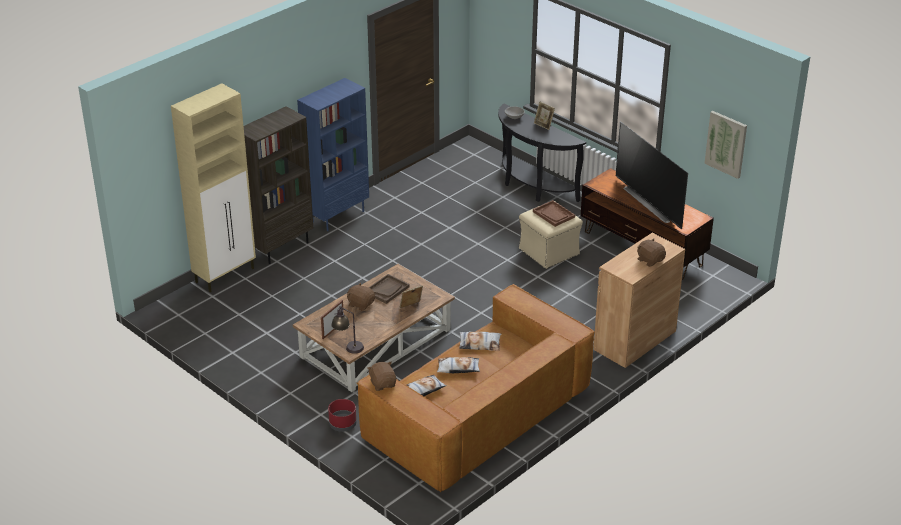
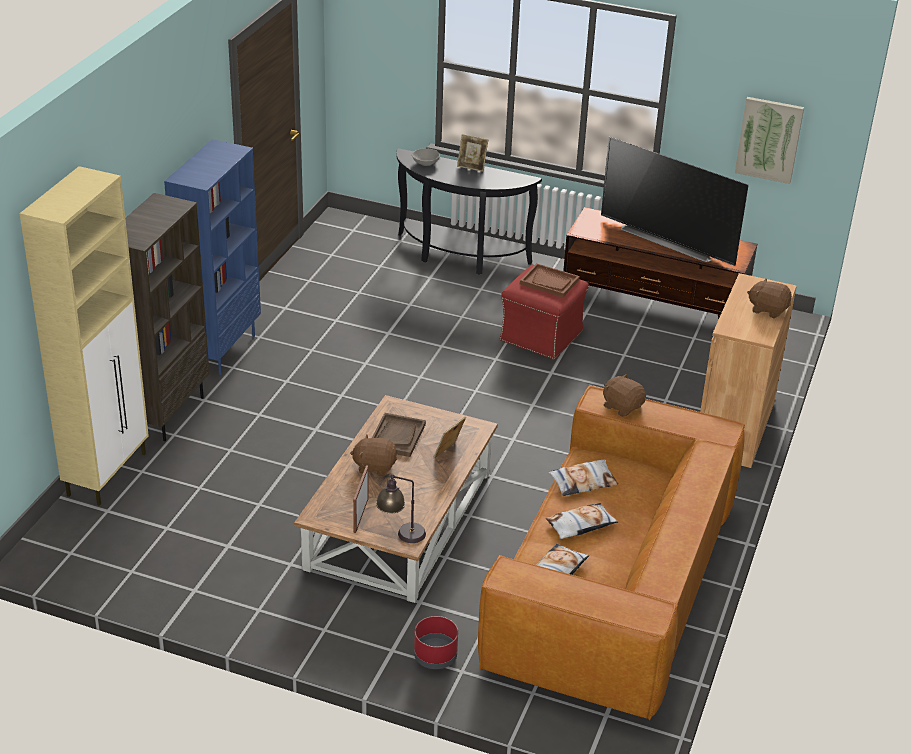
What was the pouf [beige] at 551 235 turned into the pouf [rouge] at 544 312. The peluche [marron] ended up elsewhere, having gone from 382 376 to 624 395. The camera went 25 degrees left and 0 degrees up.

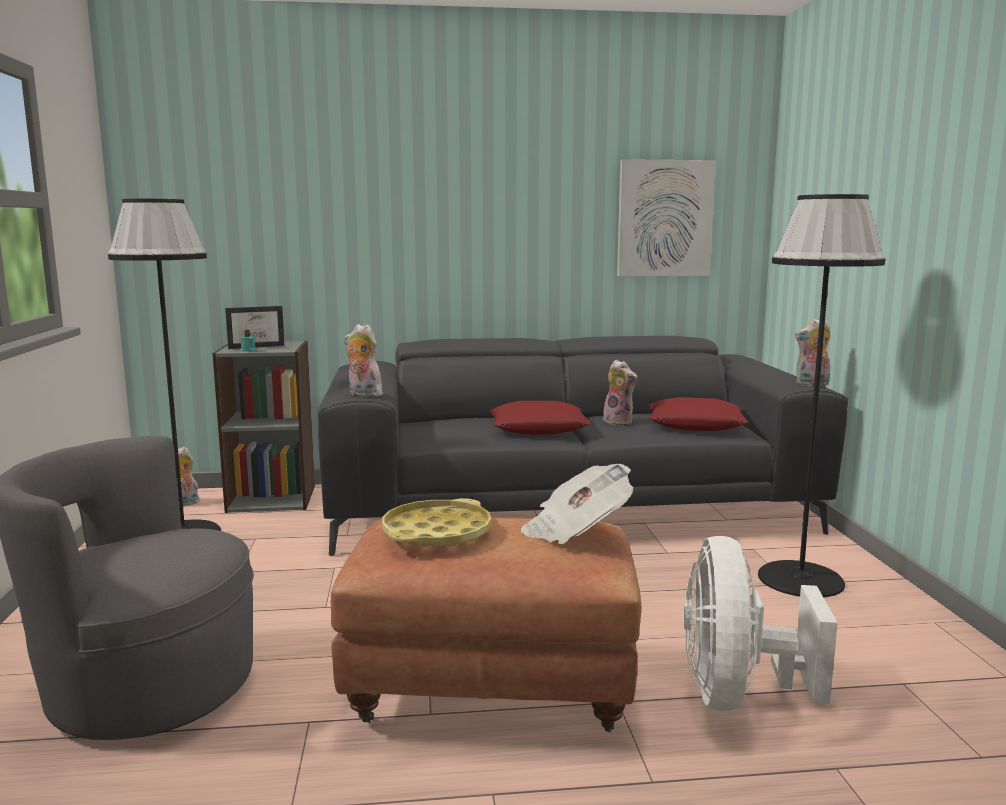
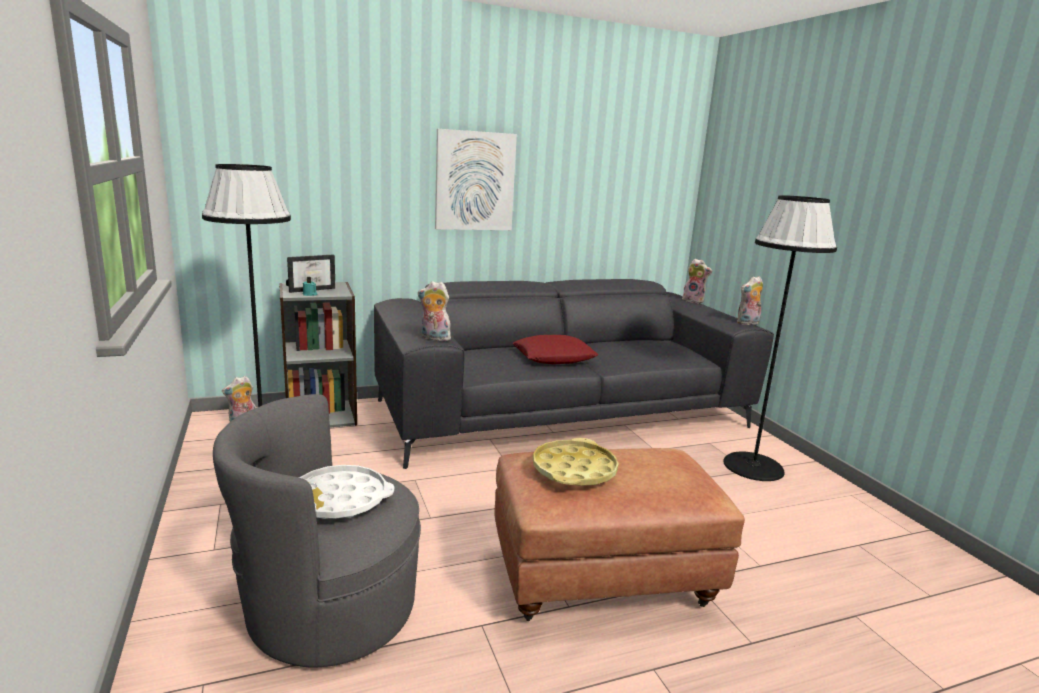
The tableau ended up elsewhere, having gone from 666 217 to 476 179. The peluche ended up elsewhere, having gone from 620 393 to 697 280. The second view lost the coussin [rouge] at 698 414. The second view lost the journal at 577 504. The second view lost the ventilateur [blanc] at 760 623. The second view gained the plateau [blanc] at 346 492. The camera went 15 degrees left and 5 degrees up.

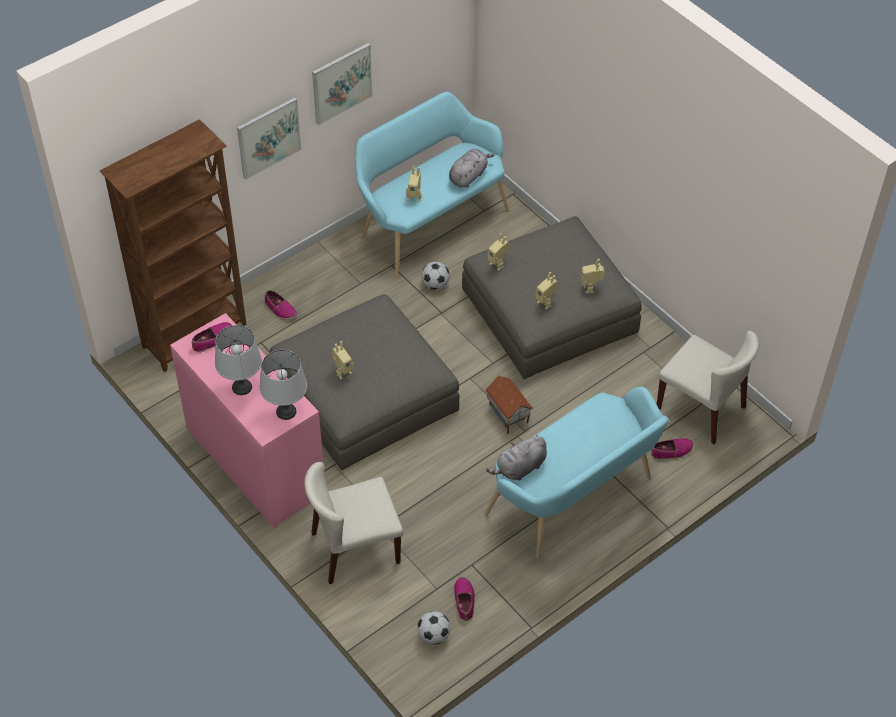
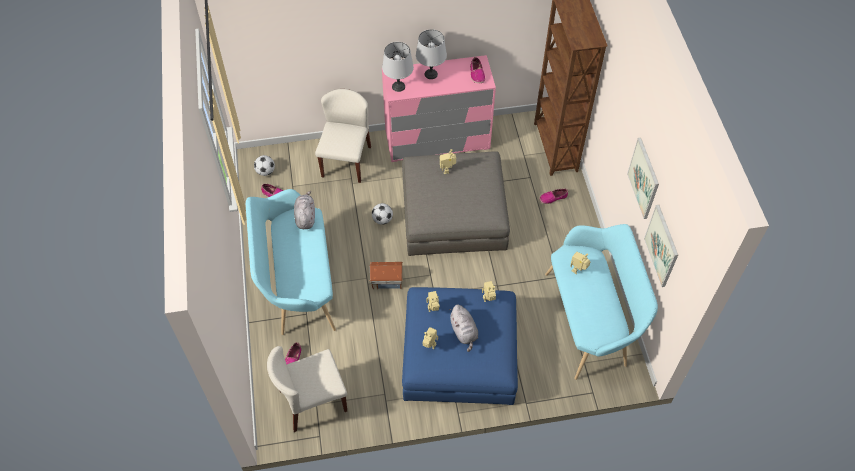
The tableau ended up elsewhere, having gone from 269 138 to 661 246. The peluche [gris] ended up elsewhere, having gone from 472 168 to 463 328. What was the pouf [gris] at 552 297 turned into the pouf [bleu] at 460 346. The ballon de foot ended up elsewhere, having gone from 435 276 to 382 214. The camera went 120 degrees right and 5 degrees up.

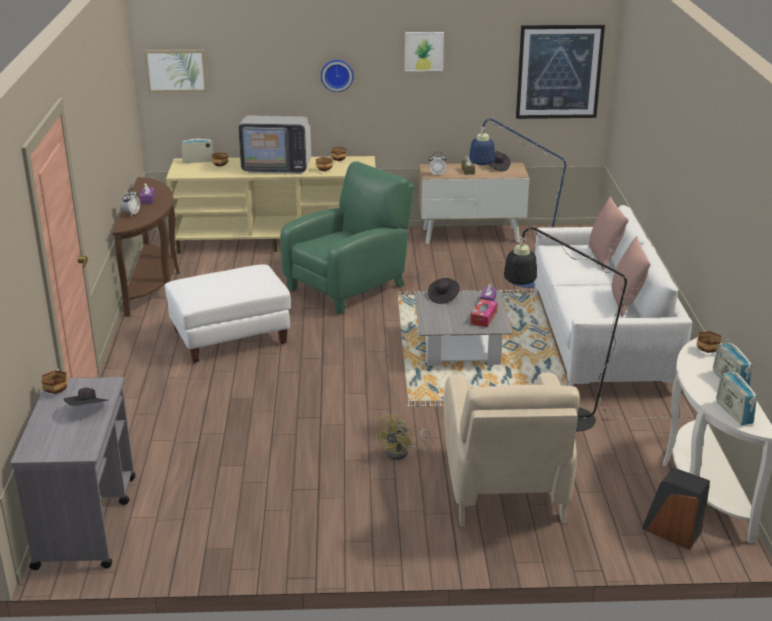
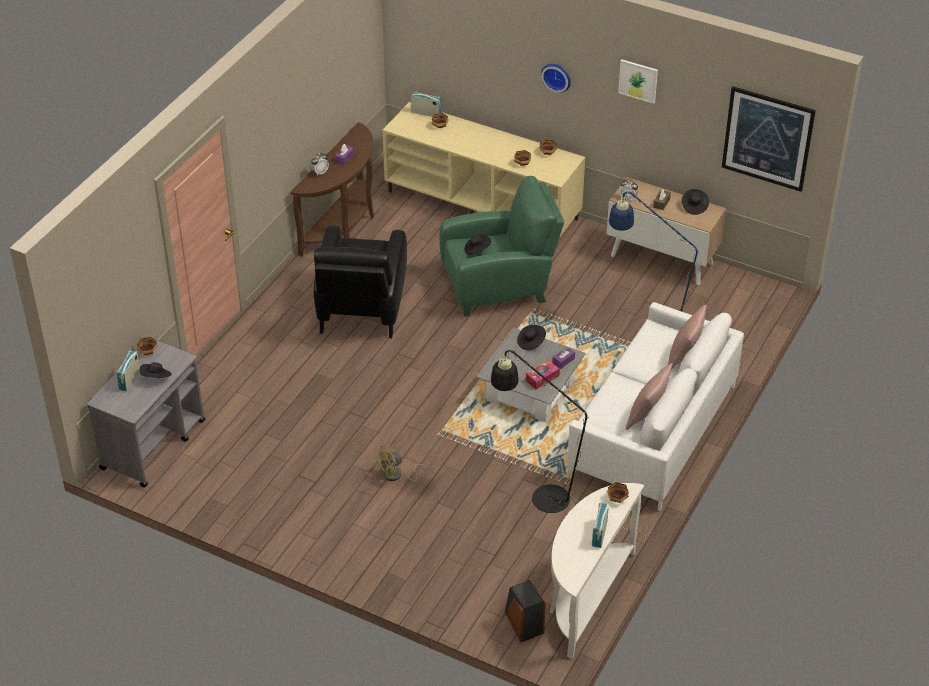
The second view lost the tableau at 176 71. The second view lost the téléviseur at 274 144. Where the pouf [blanc] stood at 228 313, the fauteuil [noir] came to stand at 360 282. The radio ended up elsewhere, having gone from 736 397 to 128 370. The second view lost the fauteuil [beige] at 512 449. The second view gained the chapeau [noir] at 478 244. The camera went 30 degrees right and 15 degrees up.

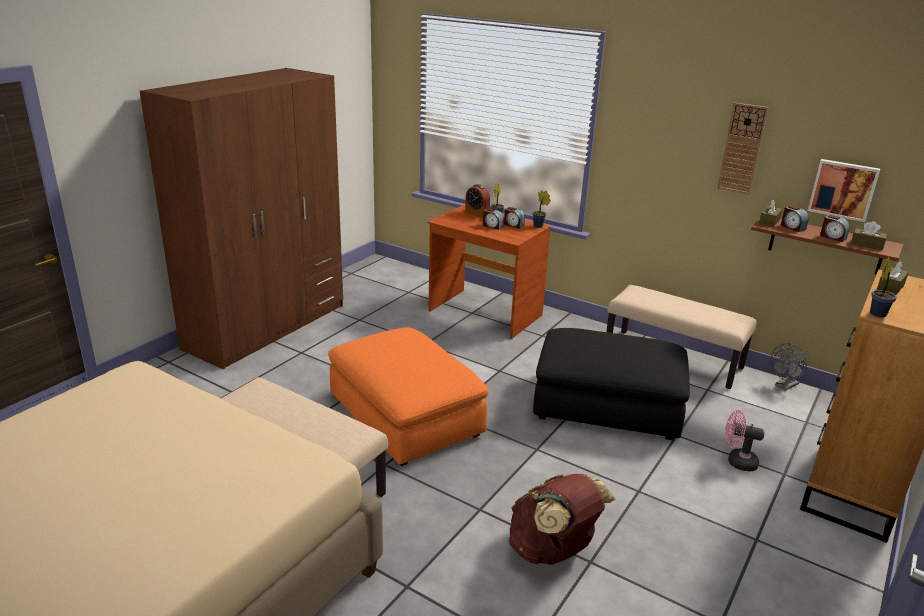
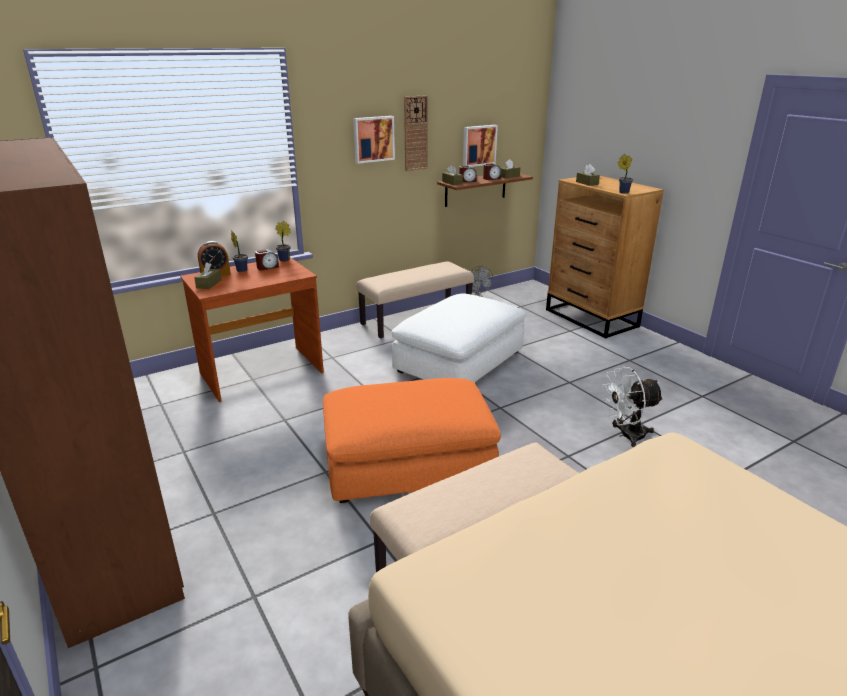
The second view lost the réveil at 493 219. What was the pouf [noir] at 611 384 turned into the pouf [blanc] at 458 337. The second view lost the ventilateur [rose] at 745 440. Where the sac à dos [marron] stood at 562 519, the ventilateur [blanc] came to stand at 633 407. The second view gained the tableau at 374 140. The second view gained the boîte à mouchoirs [marron] at 208 276. The camera went 65 degrees left and 0 degrees up.

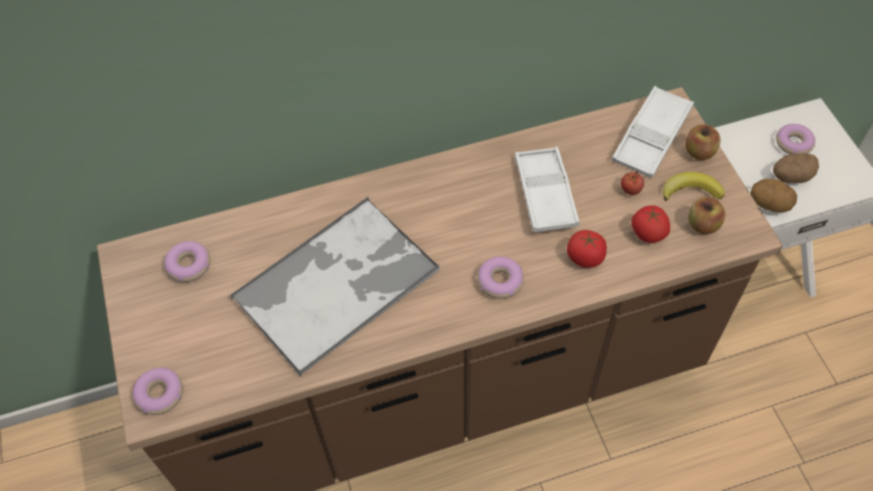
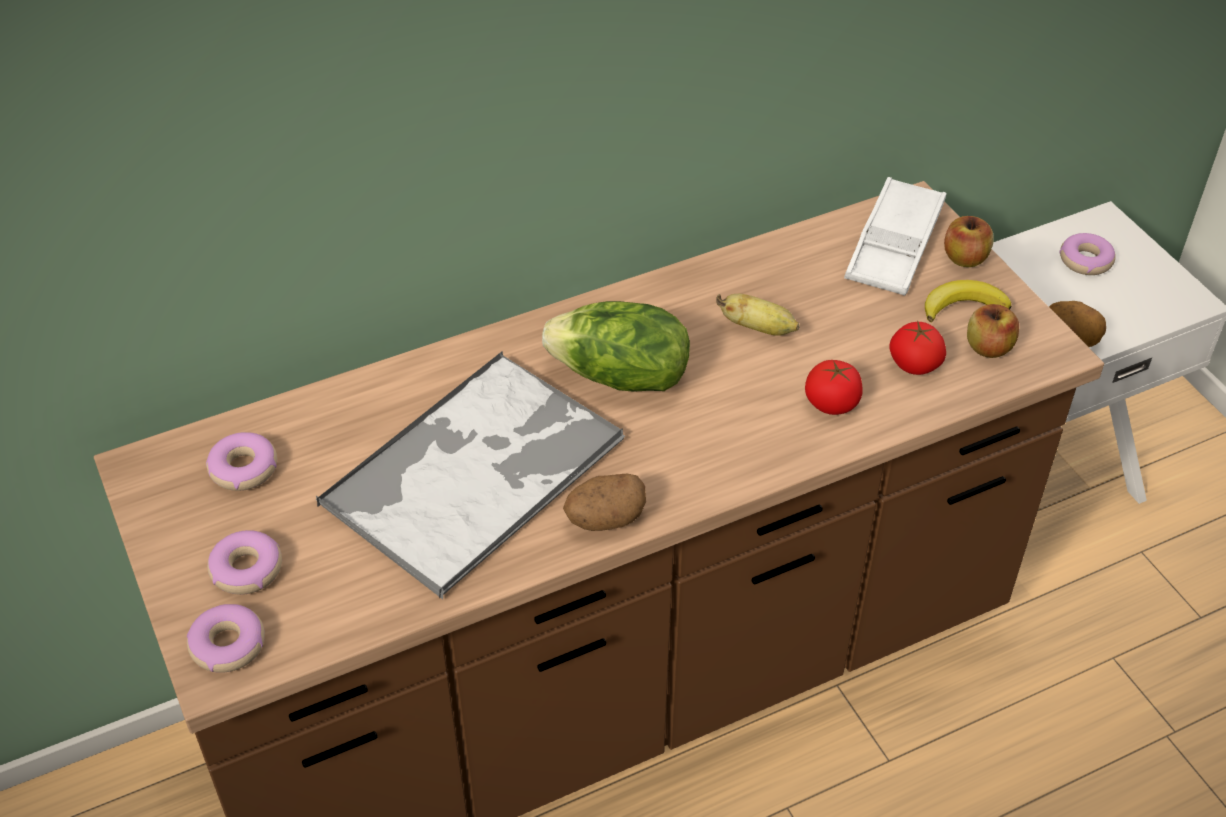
Where the plateau [blanc] stood at 547 189, the banane came to stand at 757 315. The pomme de terre ended up elsewhere, having gone from 796 168 to 604 502. The second view lost the tomate at 632 182. The beignet ended up elsewhere, having gone from 500 278 to 244 562. The second view gained the laitue at 616 346. The camera went 10 degrees left and 10 degrees down.

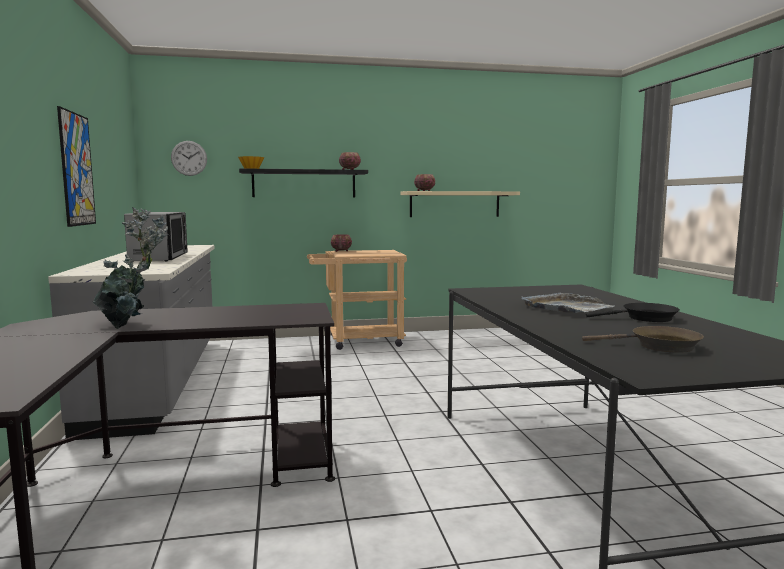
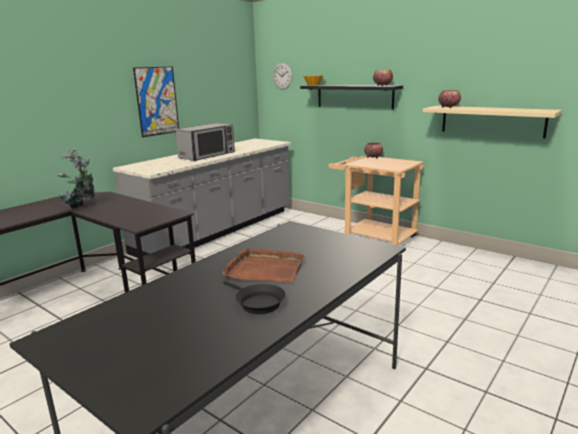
What was the plateau [gris] at 568 303 turned into the plateau [marron] at 263 265. The second view lost the poêle [marron] at 643 339. The camera went 50 degrees right and 10 degrees up.

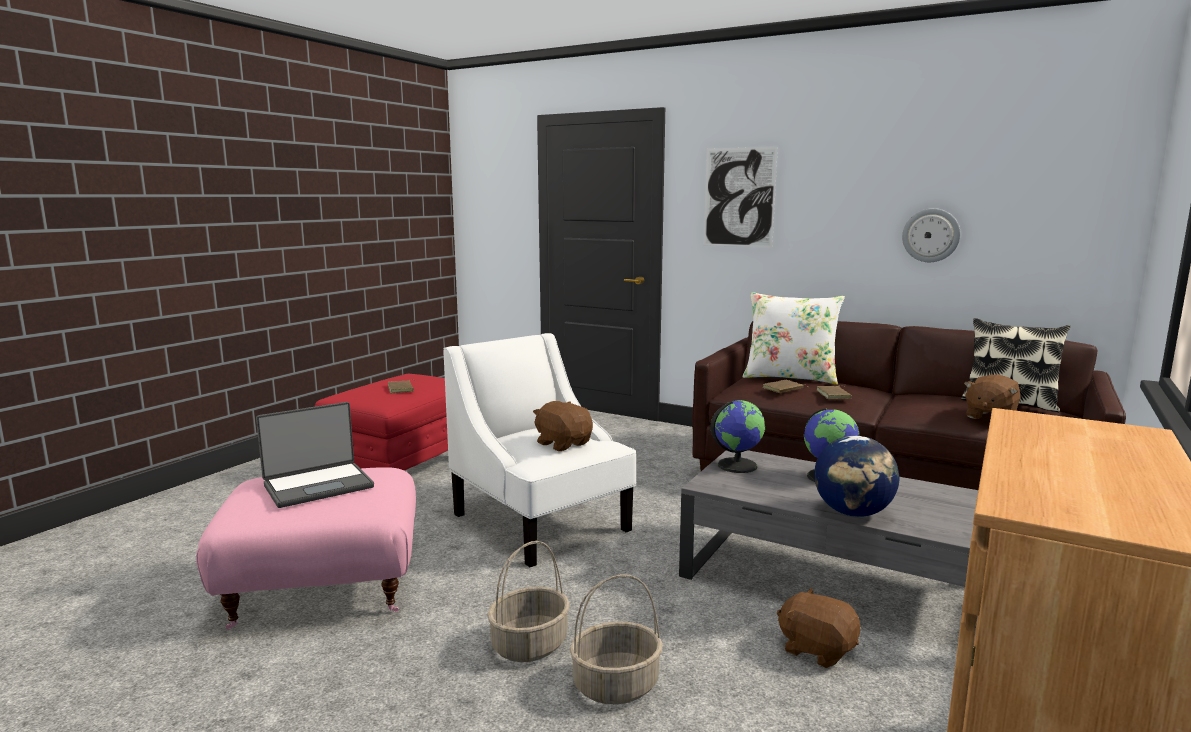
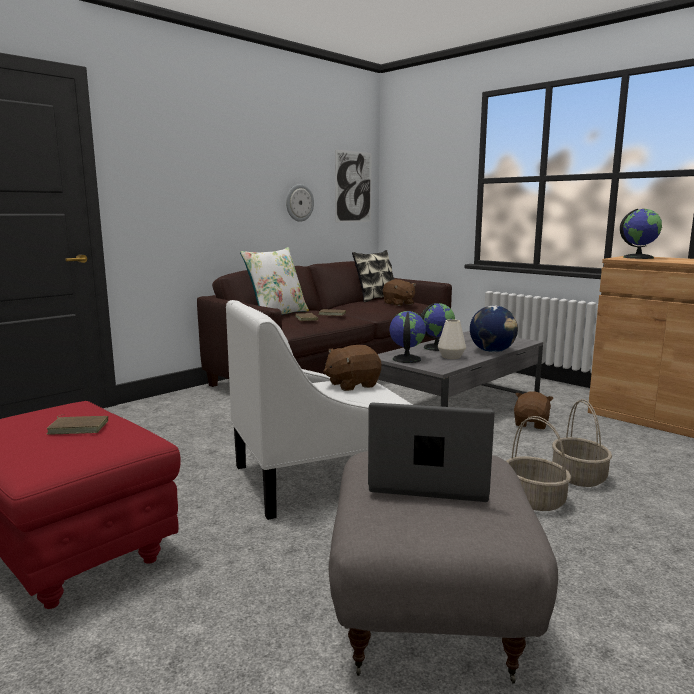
The tableau ended up elsewhere, having gone from 741 197 to 353 186. The ordinateur portable at 315 455 ended up facing another way, 60 degrees counterclockwise from before. What was the pouf [rose] at 306 548 turned into the pouf [gris] at 443 567. The peluche [marron] at 819 628 ended up facing another way, 150 degrees clockwise from before. The second view gained the globe at 641 234. The second view gained the vase [blanc] at 452 339. The camera went 75 degrees left and 0 degrees up.

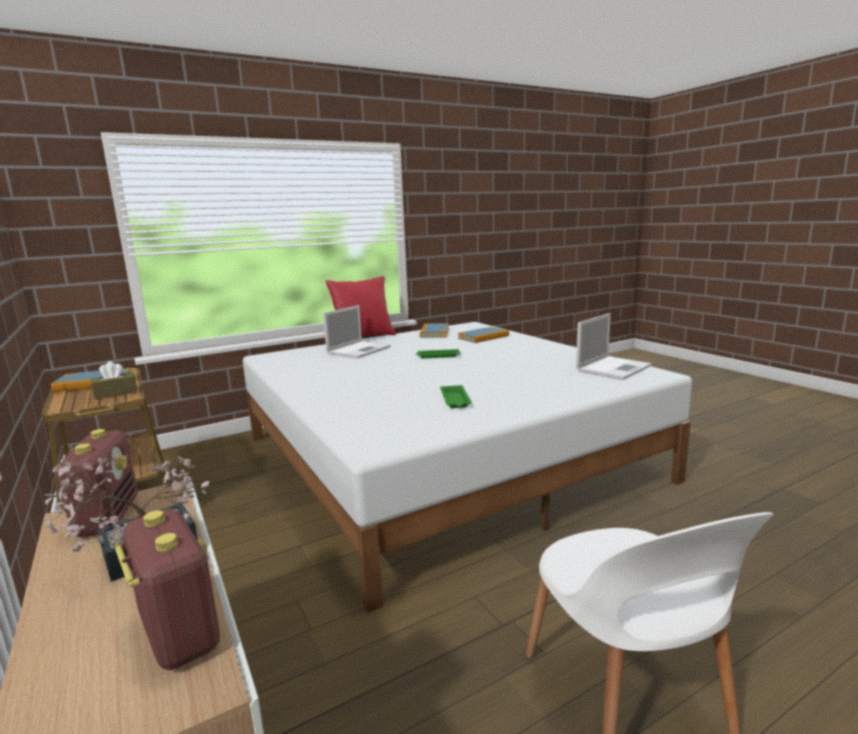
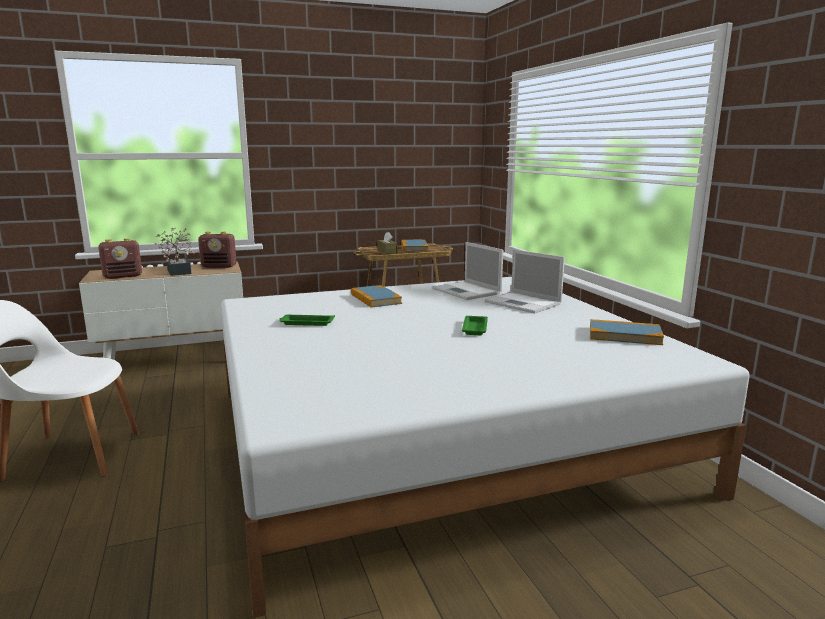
The second view lost the coussin [rouge] at 361 306. The ordinateur portable ended up elsewhere, having gone from 614 346 to 467 271. The livre ended up elsewhere, having gone from 483 335 to 376 296. The camera went 100 degrees right and 0 degrees up.

